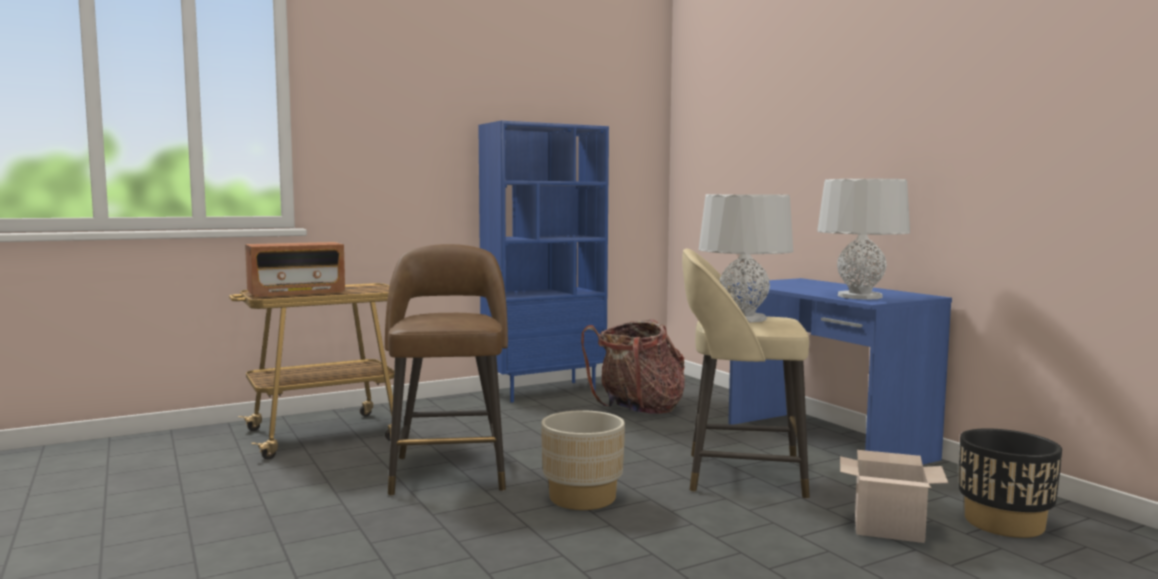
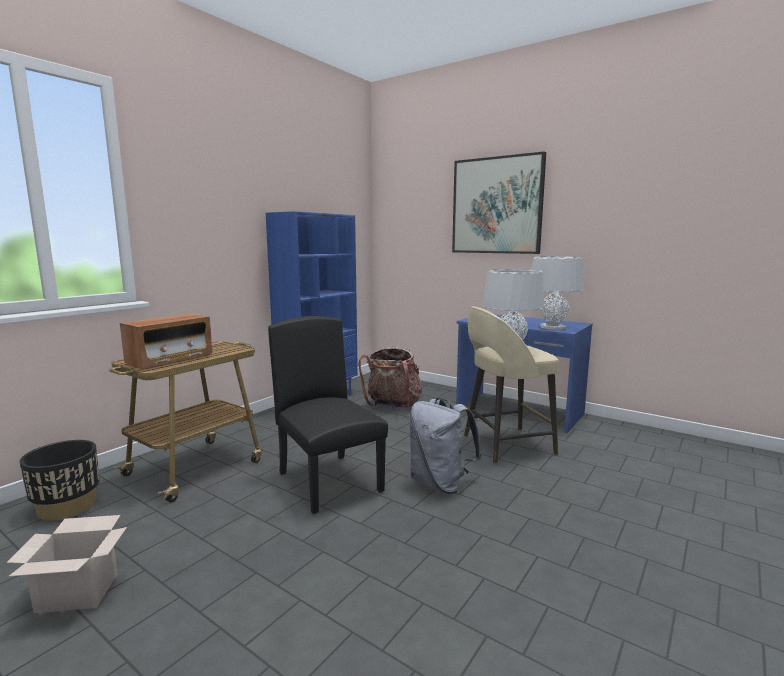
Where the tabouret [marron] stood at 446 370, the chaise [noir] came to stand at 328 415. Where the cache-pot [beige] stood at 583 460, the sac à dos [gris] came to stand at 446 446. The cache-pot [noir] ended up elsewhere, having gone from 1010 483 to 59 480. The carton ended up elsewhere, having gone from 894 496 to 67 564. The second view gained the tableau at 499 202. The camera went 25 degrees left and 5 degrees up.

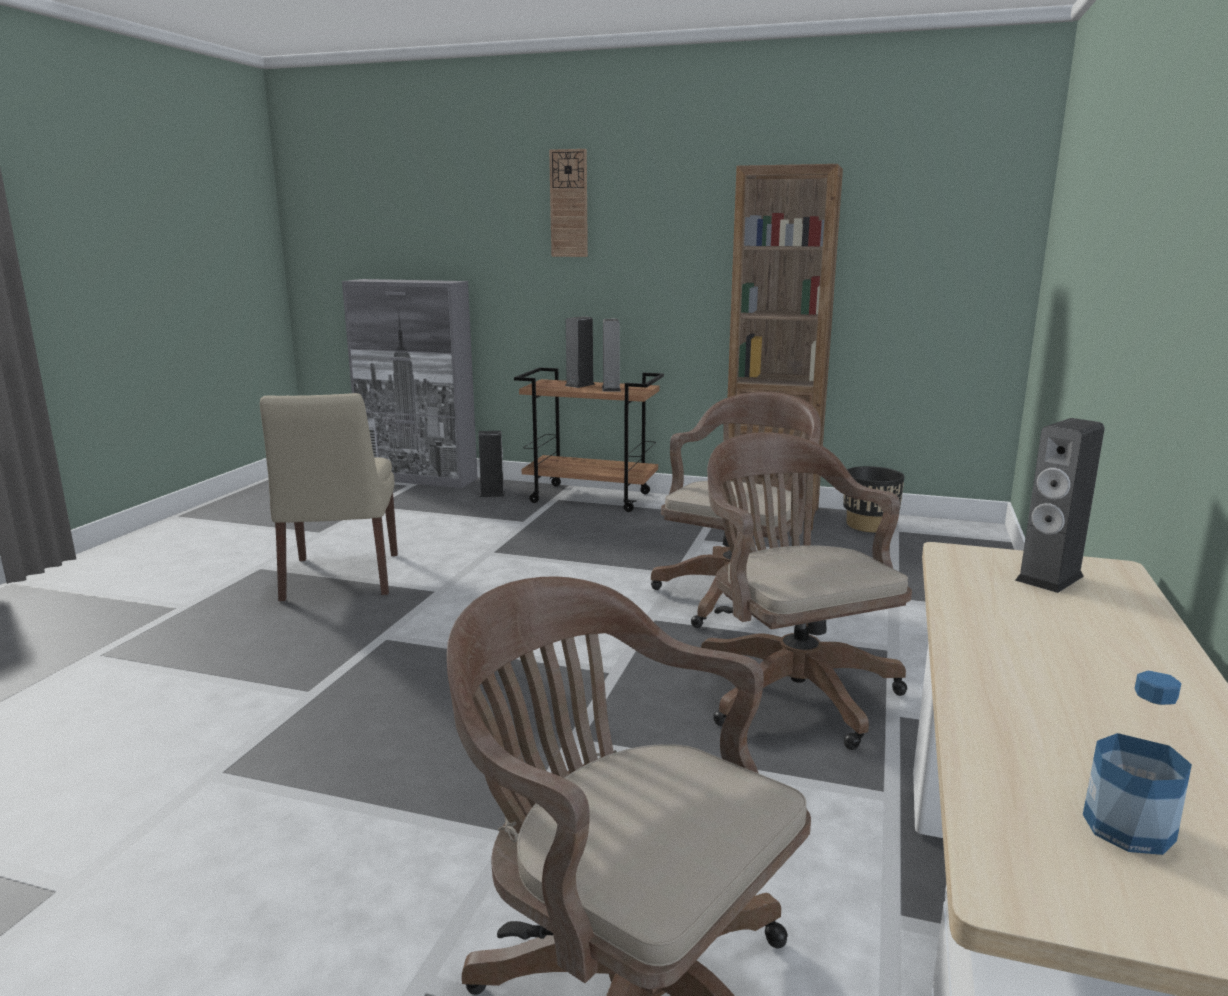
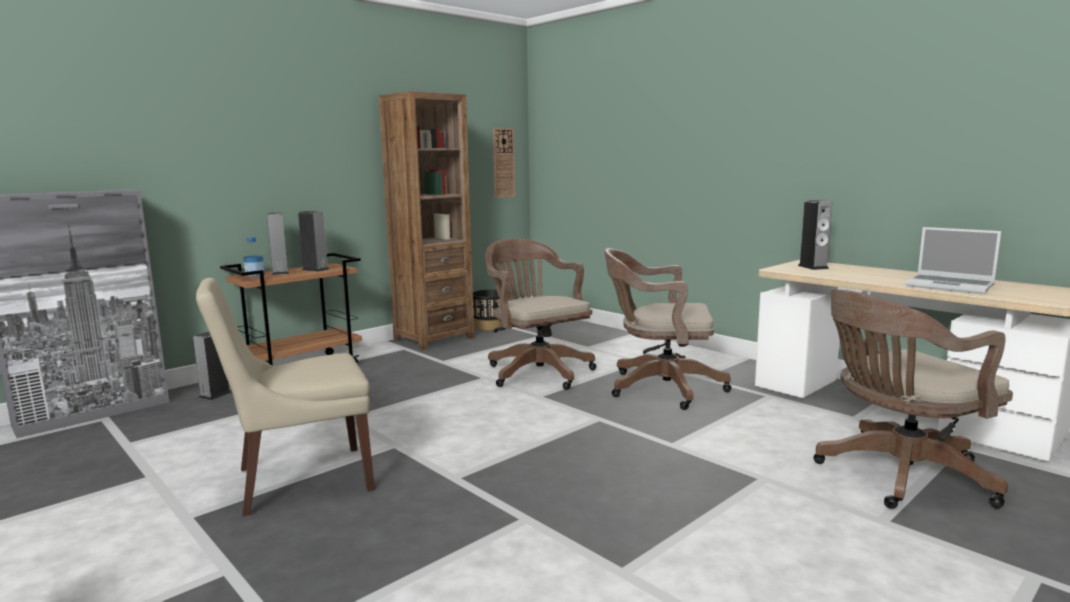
The horloge murale ended up elsewhere, having gone from 568 203 to 504 163. The chaise [beige] at 329 497 ended up facing another way, 135 degrees clockwise from before. The bouteille ended up elsewhere, having gone from 1137 762 to 254 257. The second view gained the ordinateur portable at 953 260. The camera went 60 degrees left and 5 degrees down.

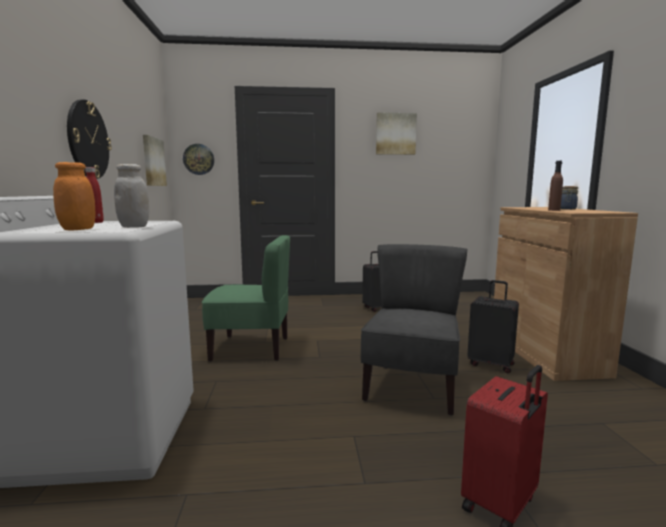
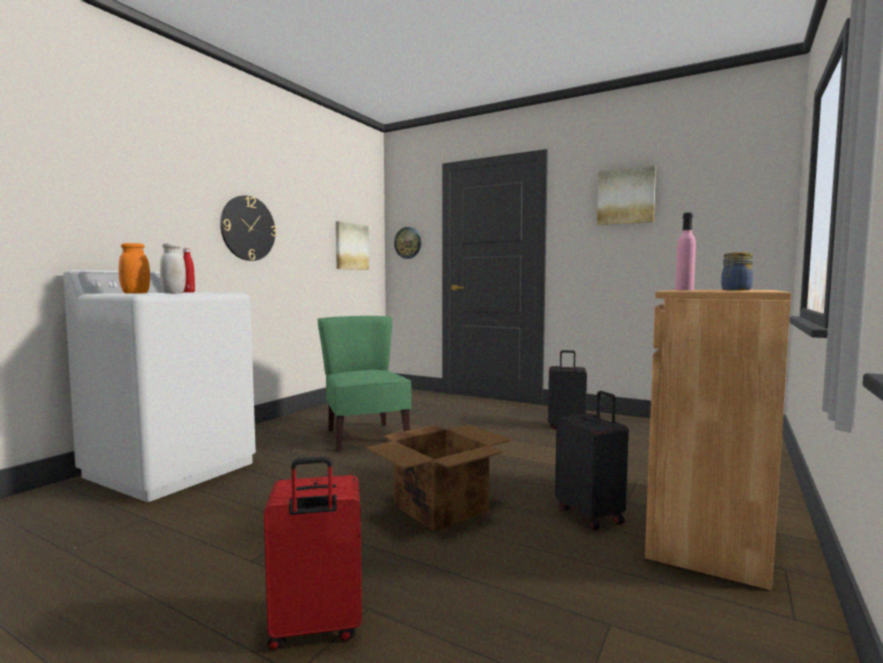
What was the bouteille [marron] at 555 186 turned into the bouteille [rose] at 685 251. The chaise [vert] at 246 298 ended up facing another way, 150 degrees counterclockwise from before. Where the chaise [gris] stood at 414 329, the carton came to stand at 439 478. The camera went 35 degrees right and 5 degrees down.

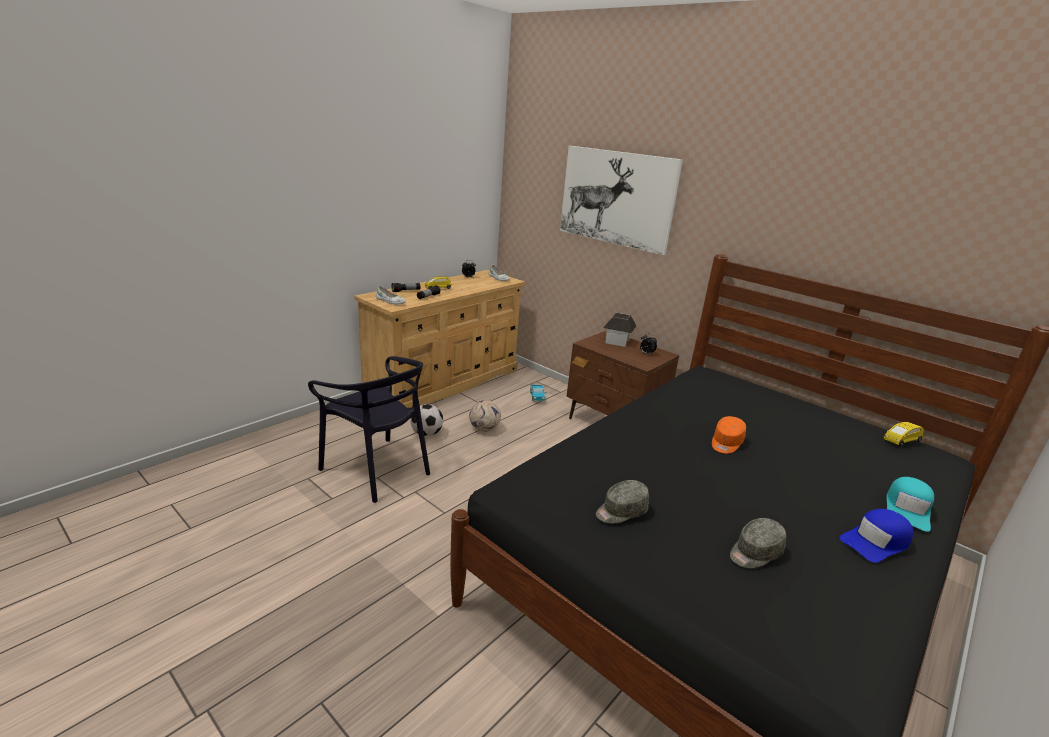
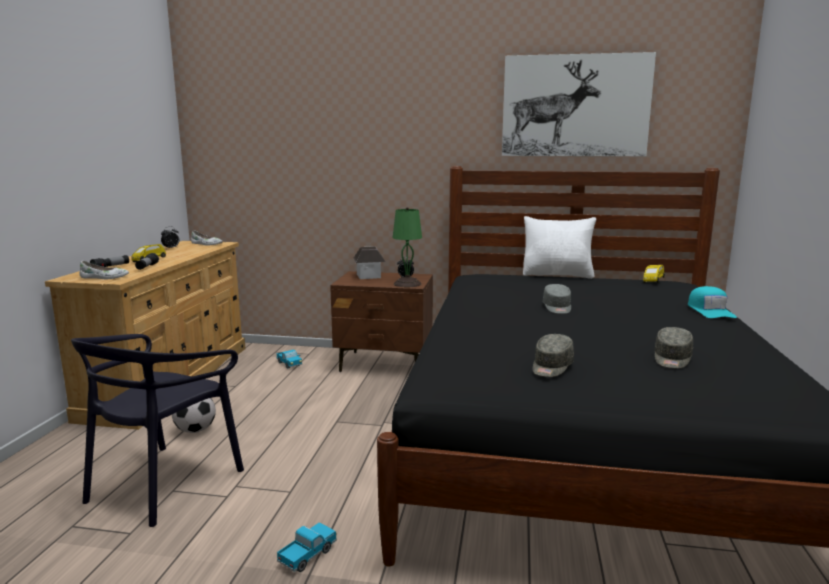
The tableau ended up elsewhere, having gone from 621 200 to 579 104. The chaise [noir] at 369 429 ended up facing another way, 105 degrees clockwise from before. The second view lost the ballon de foot at 485 416. What was the casquette [orange] at 729 435 turned into the casquette [gris] at 557 299. The second view lost the casquette [bleu] at 876 536. The second view gained the lampe de table [vert] at 407 247. The second view gained the coussin [blanc] at 559 247. The second view gained the camion jouet at 307 547. The camera went 30 degrees left and 10 degrees down.

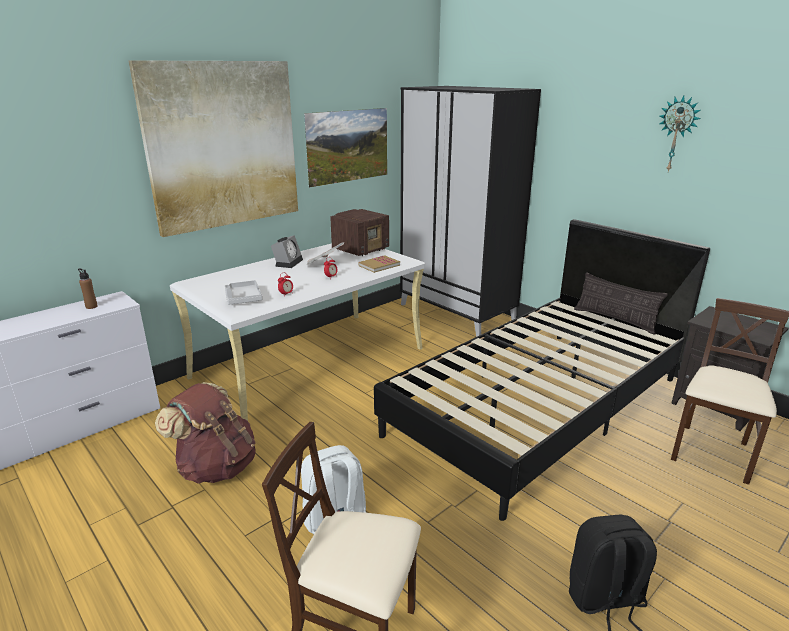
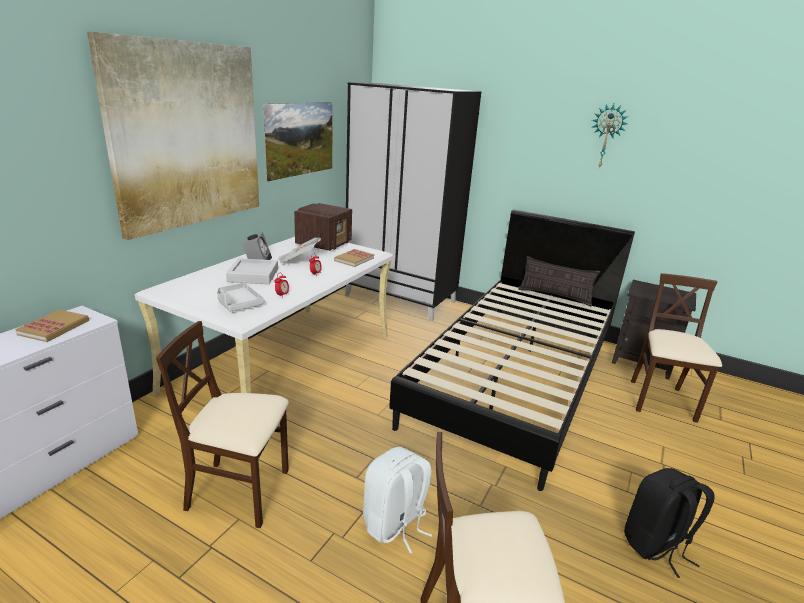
Where the bouteille [marron] stood at 88 288, the livre came to stand at 52 325. Where the sac à dos [marron] stood at 205 433, the chaise [beige] came to stand at 222 424. The second view gained the plateau [gris] at 252 271. The camera went 20 degrees left and 0 degrees up.

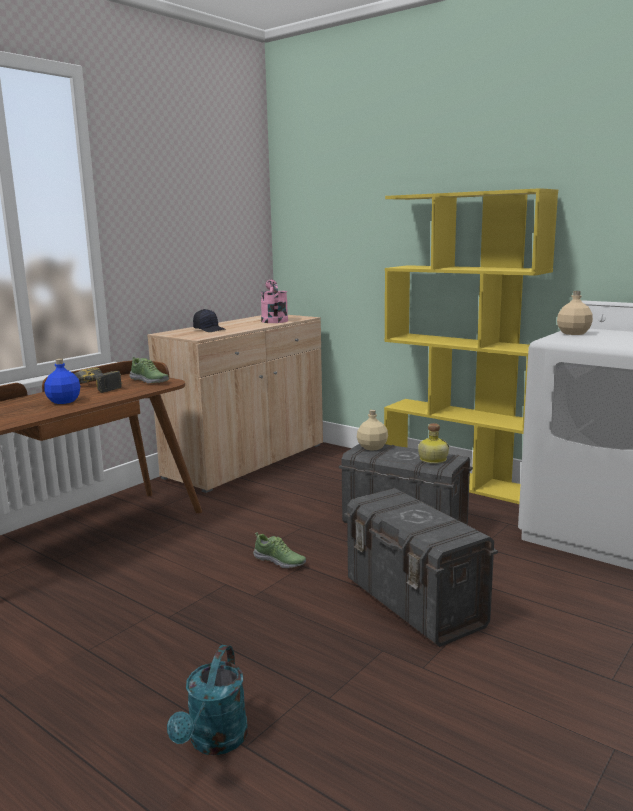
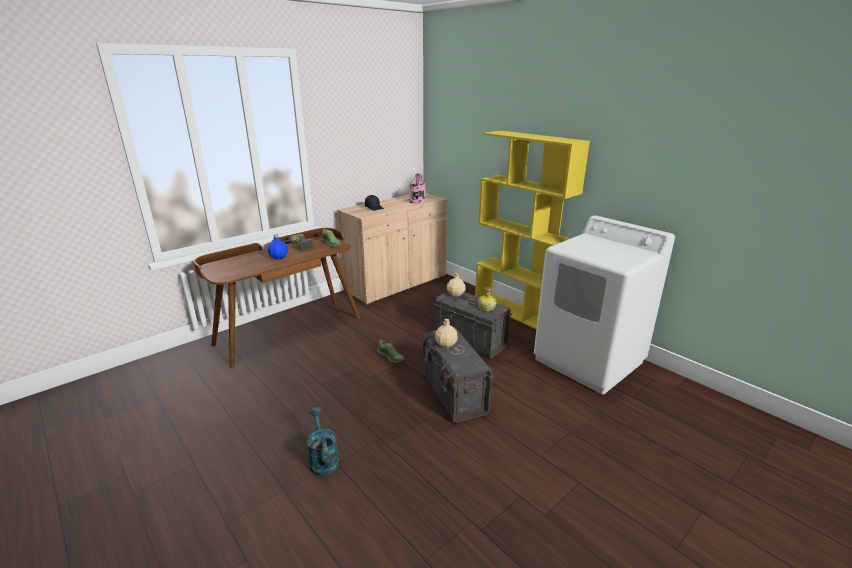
The bouteille [beige] ended up elsewhere, having gone from 575 313 to 446 333. The arrosoir [turquoise] at 207 700 ended up facing another way, 135 degrees clockwise from before. The camera went 10 degrees right and 10 degrees up.

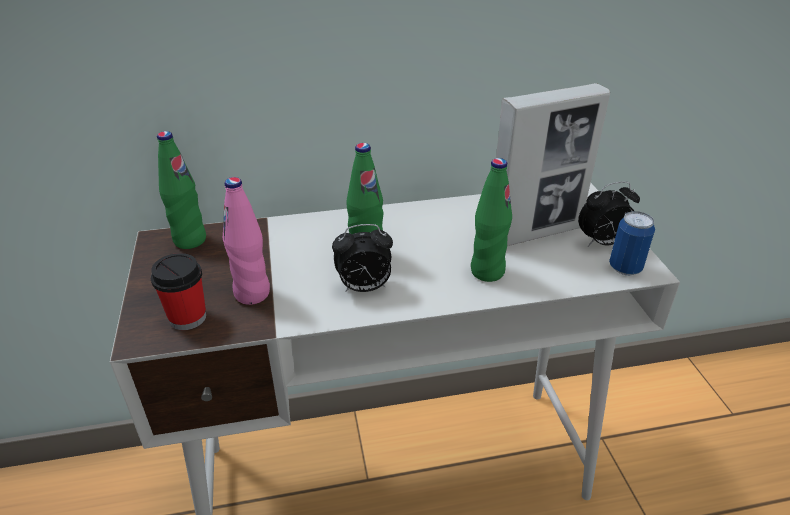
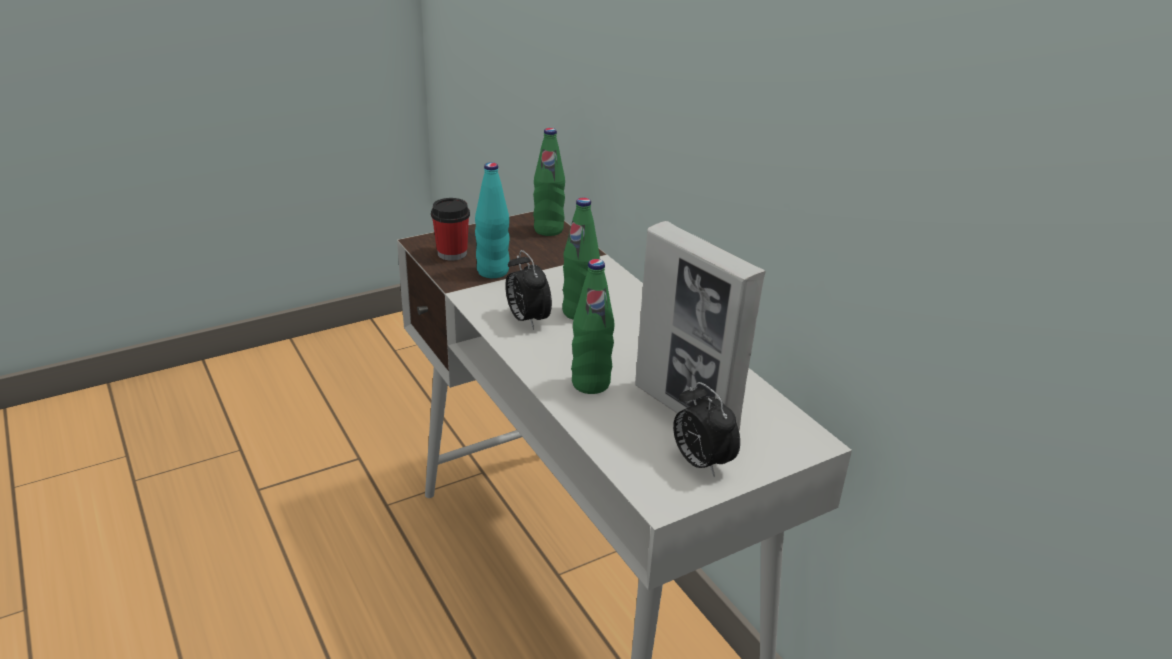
What was the bouteille [rose] at 246 241 turned into the bouteille [turquoise] at 492 220. The second view lost the boîte métallique at 632 243. The camera went 70 degrees right and 5 degrees down.

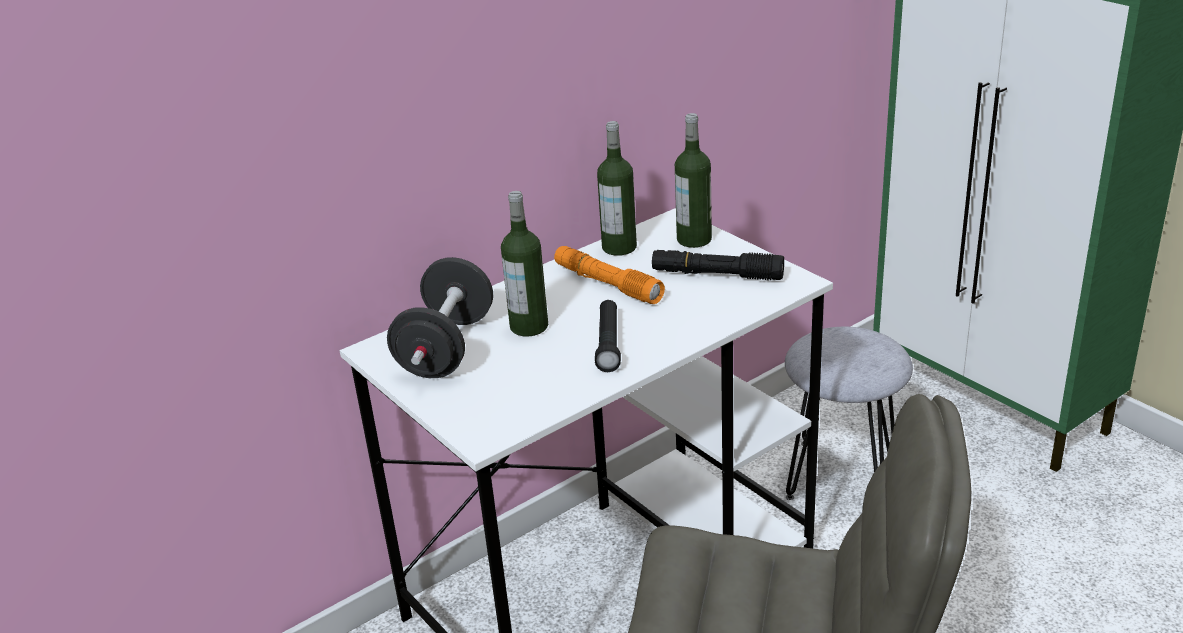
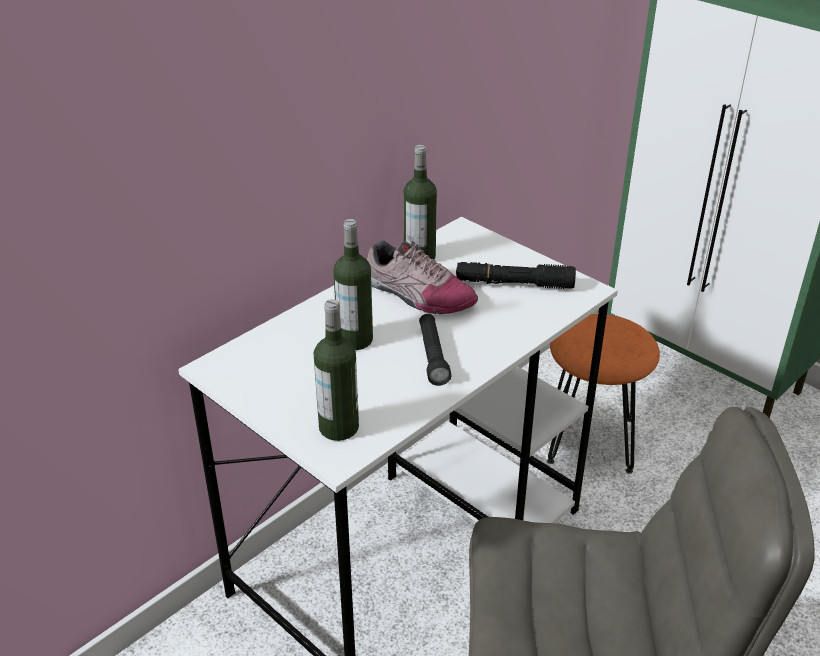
The bouteille ended up elsewhere, having gone from 693 180 to 336 370. Where the lampe de poche [orange] stood at 609 275, the chaussure came to stand at 422 277. The second view lost the haltère [noir] at 440 317. What was the tabouret [gris] at 849 413 turned into the tabouret [orange] at 603 393. The camera went 10 degrees left and 5 degrees up.

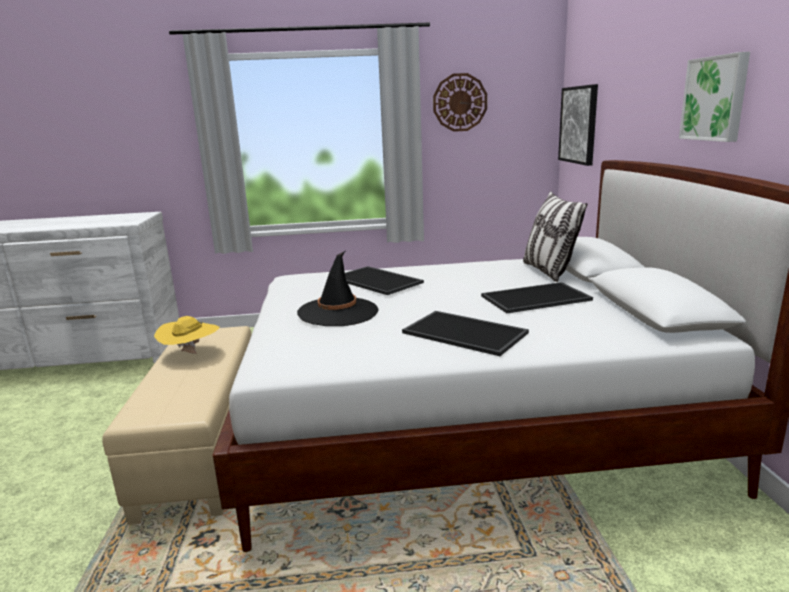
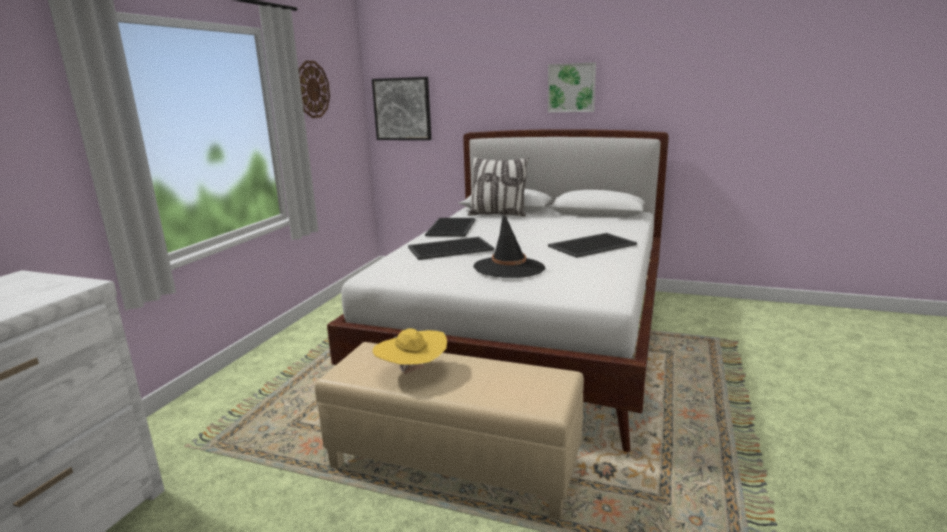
The plateau ended up elsewhere, having gone from 537 297 to 450 227. The camera went 65 degrees left and 0 degrees up.

